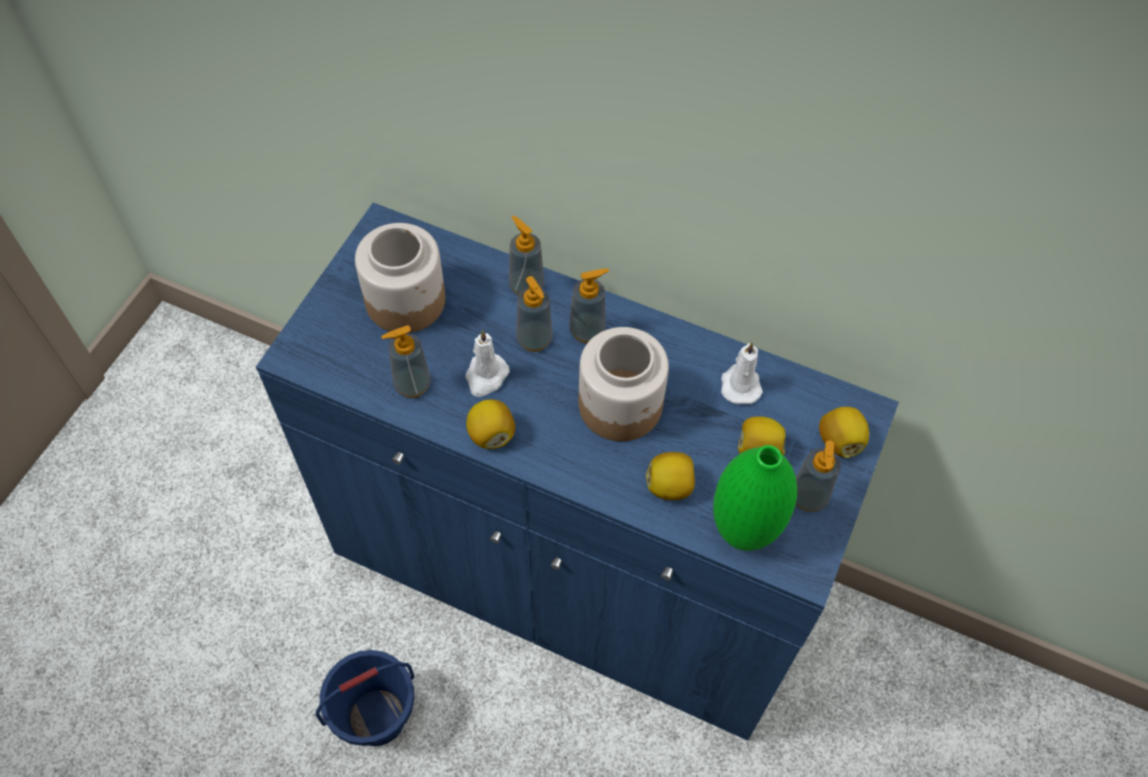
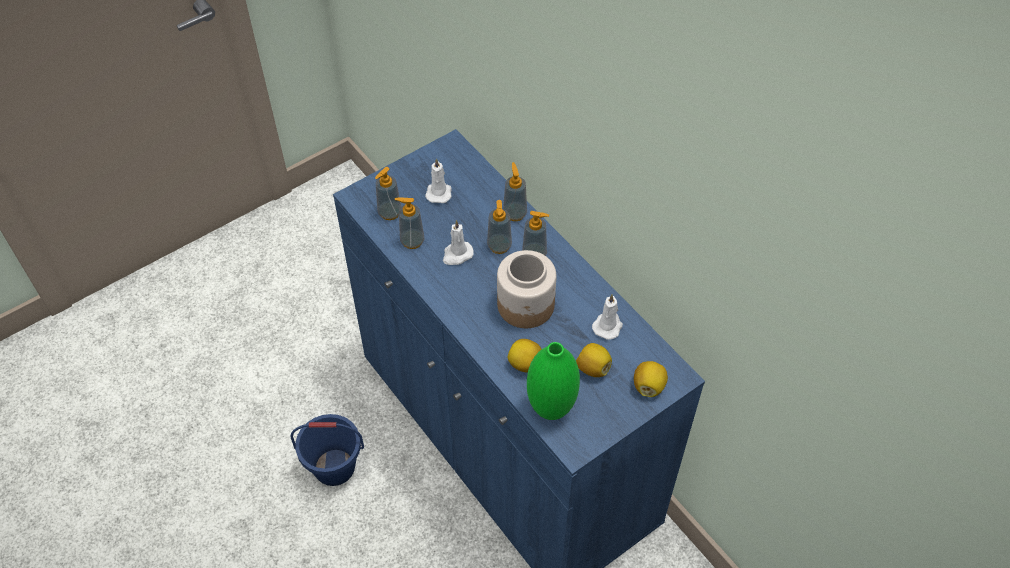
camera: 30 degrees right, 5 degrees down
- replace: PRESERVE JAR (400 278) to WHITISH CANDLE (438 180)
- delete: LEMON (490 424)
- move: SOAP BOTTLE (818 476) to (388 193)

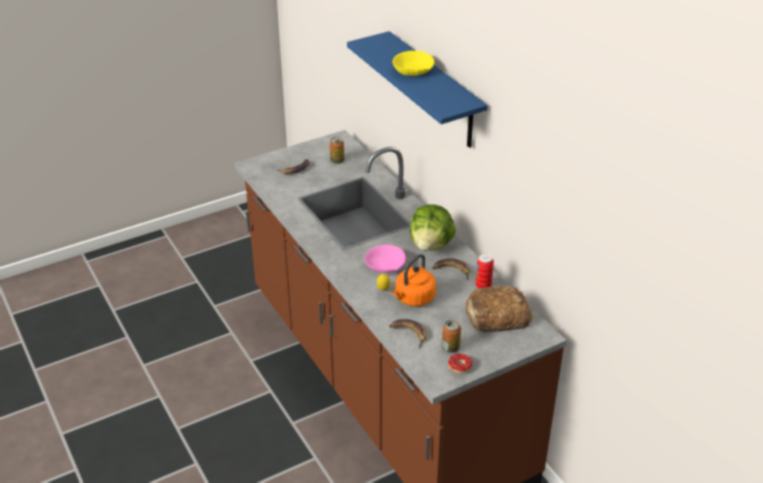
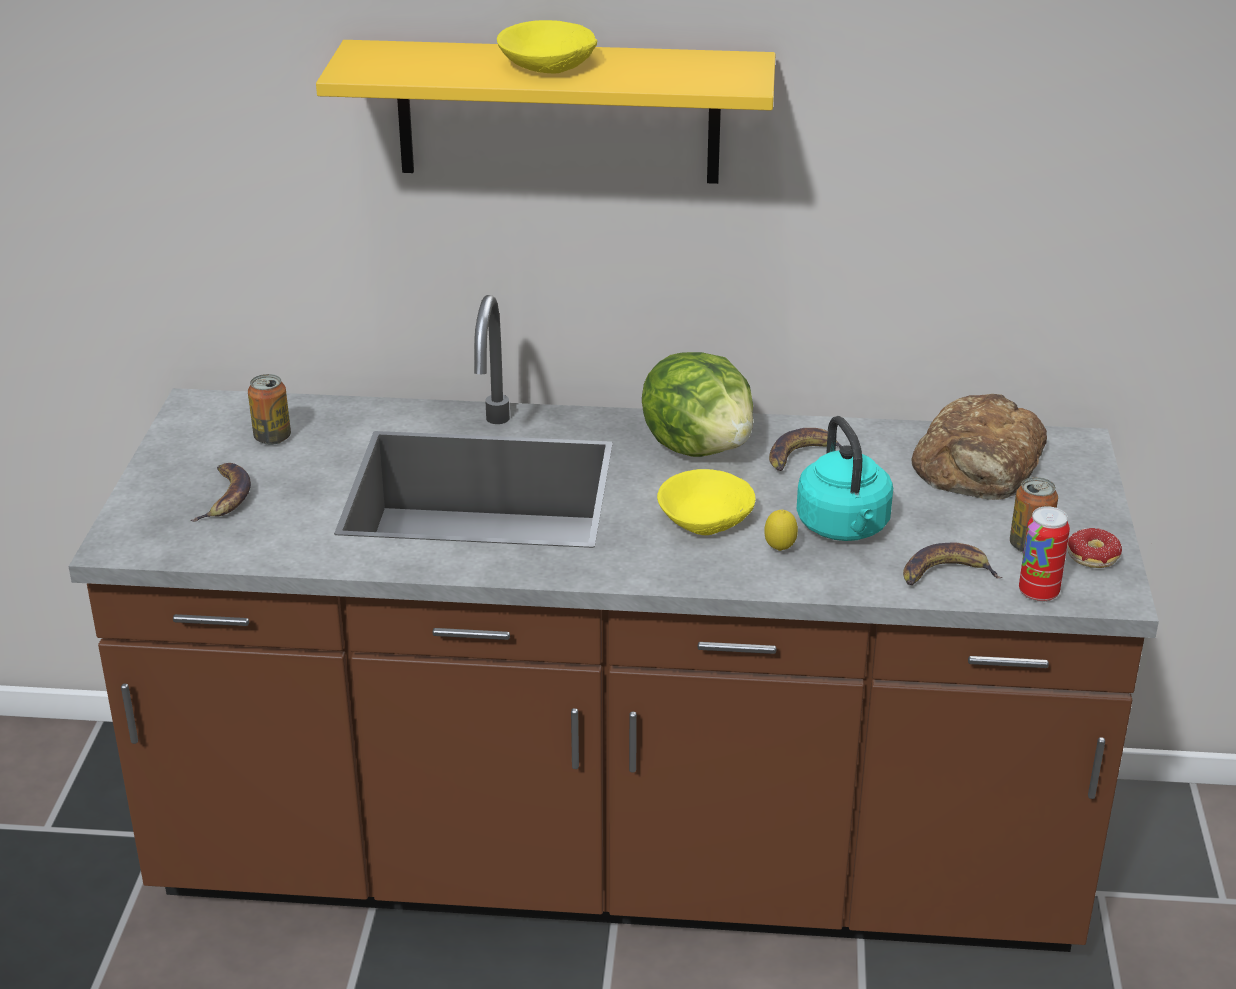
camera: 55 degrees left, 5 degrees down
- recolor: BLUE-COLOURED BRACKET SHELF (417 89) to YELLOW BRACKET SHELF (546 112)
- recolor: PINK BOWL (385 259) to YELLOW BOWL (706 502)
- move: METAL CAN (485 271) to (1044 554)
- recolor: ORANGE KETTLE (414 280) to TURQUOISE KETTLE (844 478)

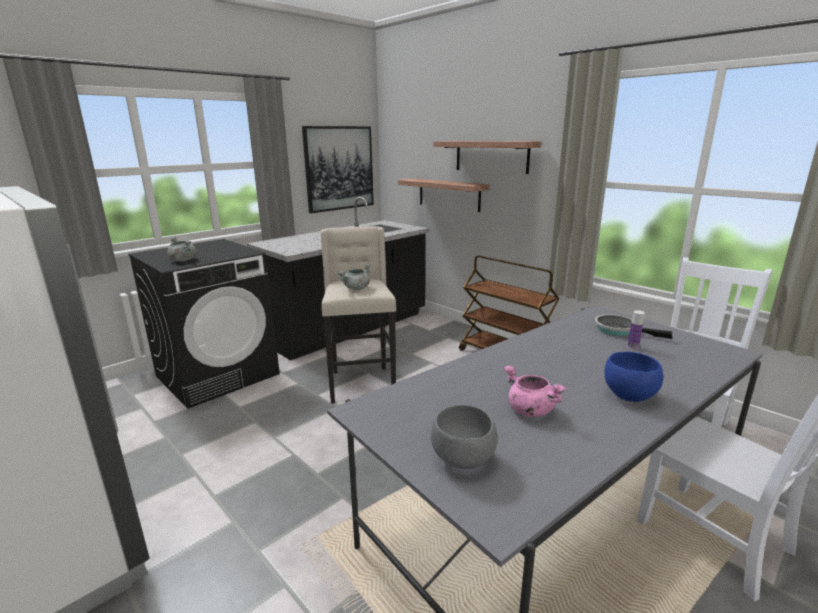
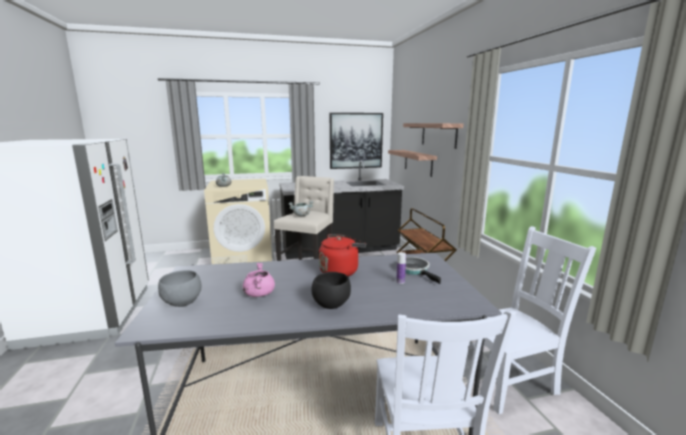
camera: 30 degrees right, 5 degrees down
- recolor: BLACK-COLOURED LAUNDRY APPLIANCE (204 324) to BEIGE LAUNDRY APPLIANCE (238 221)
- recolor: BLUE-COLOURED BOWL (633 377) to BLACK-COLOURED BOWL (331 290)
- insert: RED KETTLE (342 255)

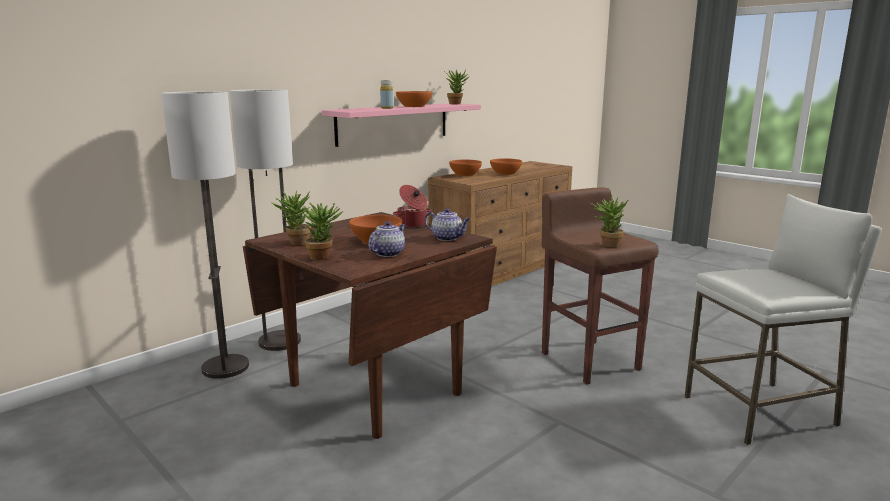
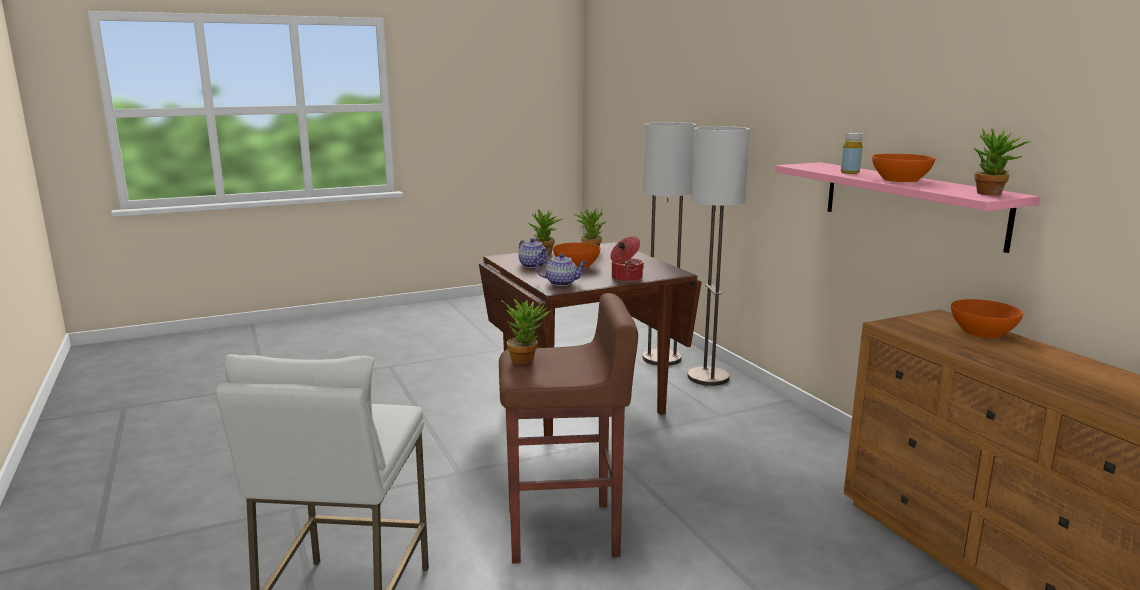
camera: 110 degrees right, 0 degrees up
- delete: ORANGE BOWL (506 166)
- rotate: TEAPOT (447 224) = (561 269) 135 degrees counterclockwise

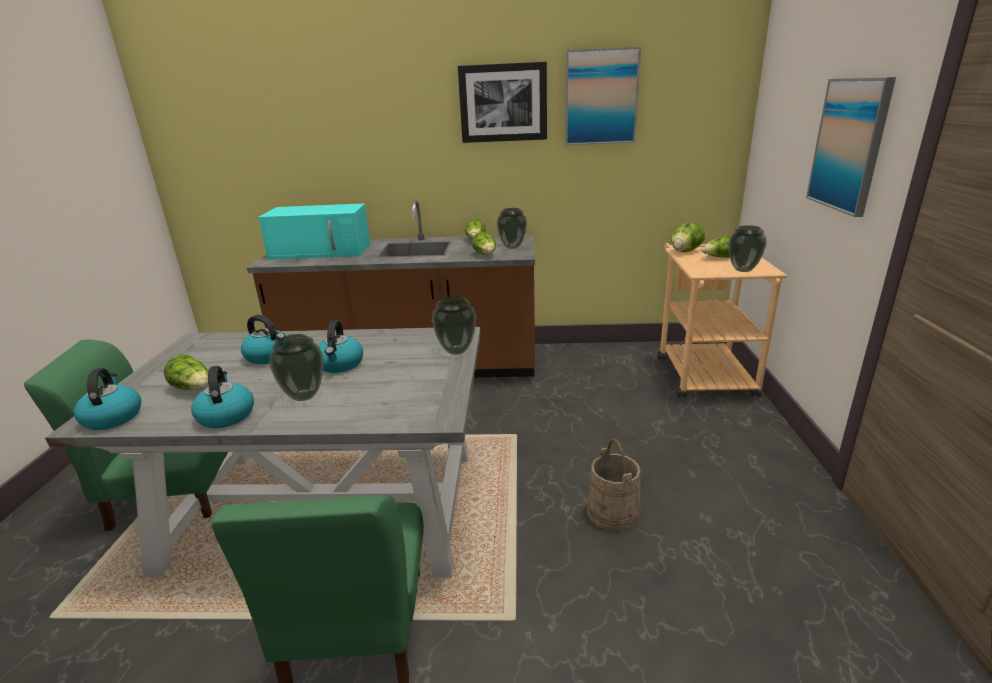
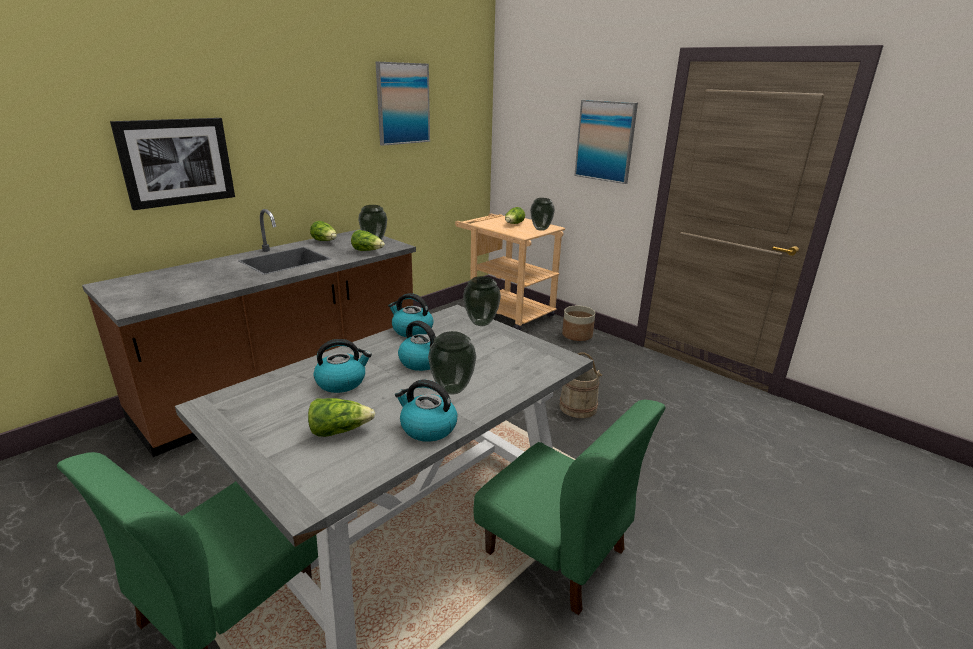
camera: 50 degrees left, 0 degrees up
- move: WALL ART (502 102) to (172 164)
- delete: TURQUOISE MICROWAVE (314 231)
- delete: LETTUCE HEAD (688 237)
- move: KETTLE (107 399) to (411 315)
- insert: FLOWER POT (578 323)

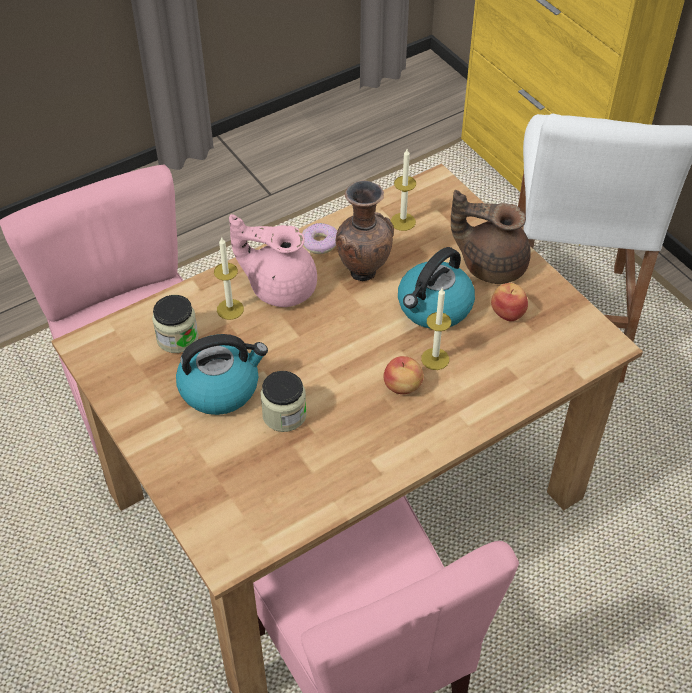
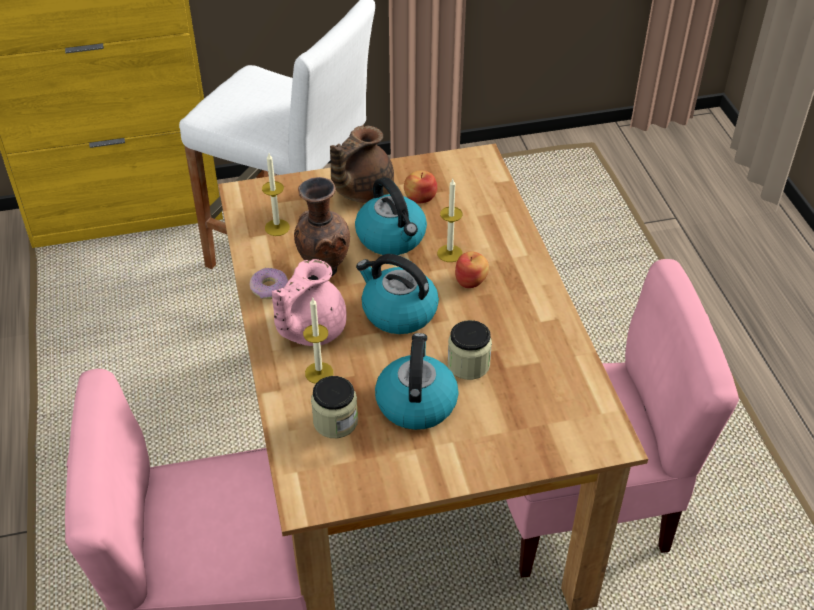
camera: 70 degrees left, 5 degrees down
- insert: KETTLE (397 294)

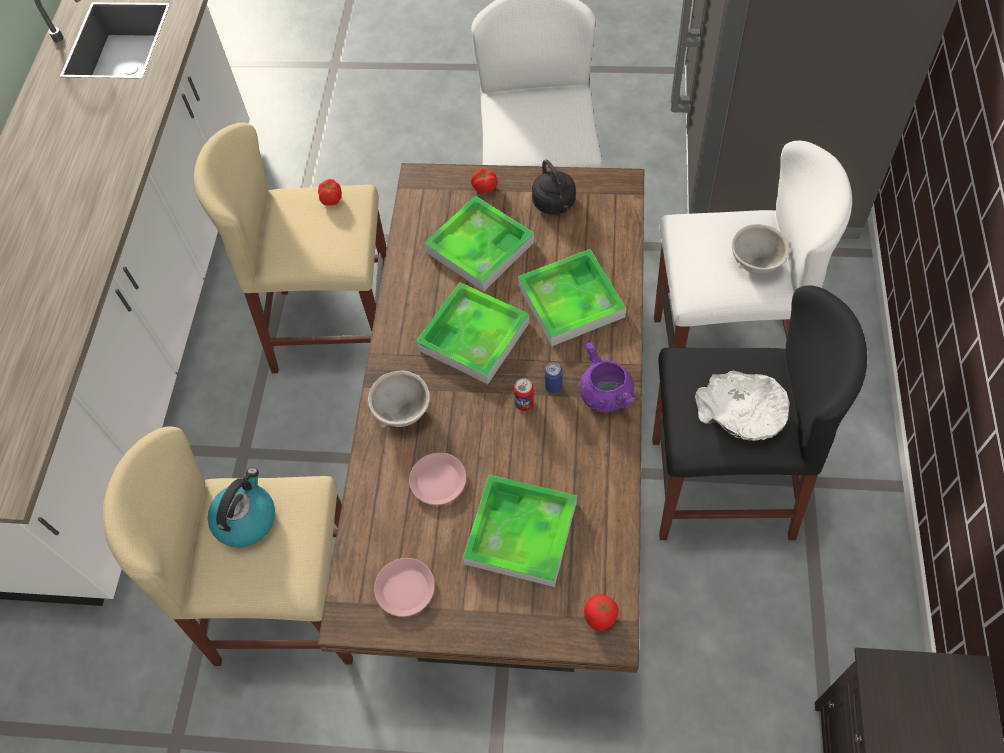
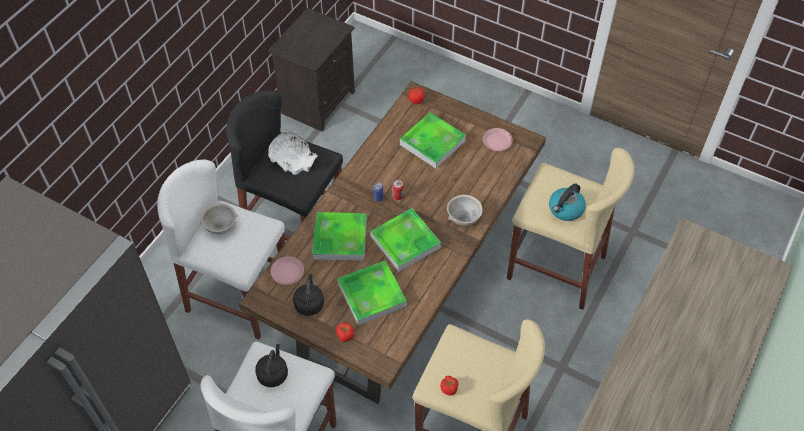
camera: 160 degrees left, 5 degrees down
- delete: PURPLISH SAUCEPOT (608 377)
- move: PINK FLAT DISH (437 479) to (287 270)
- insert: BLACK-COLOURED KETTLE (271 365)

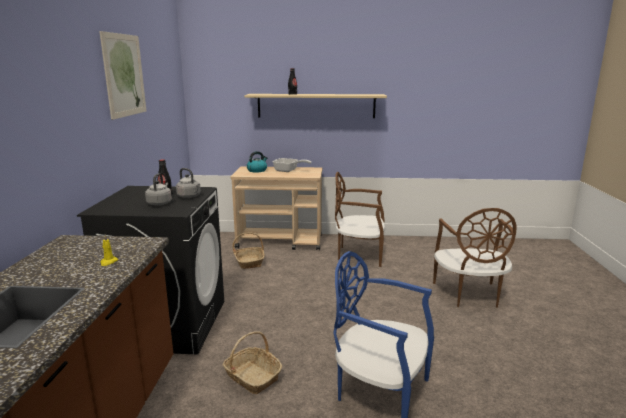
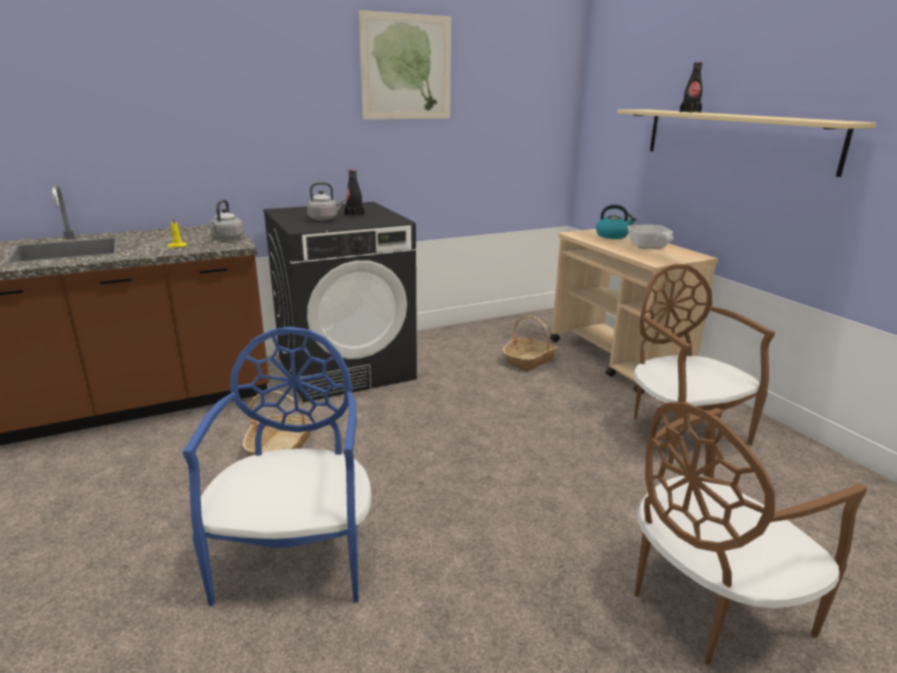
camera: 60 degrees right, 5 degrees up
- move: GRAY KETTLE (188 183) to (226 220)

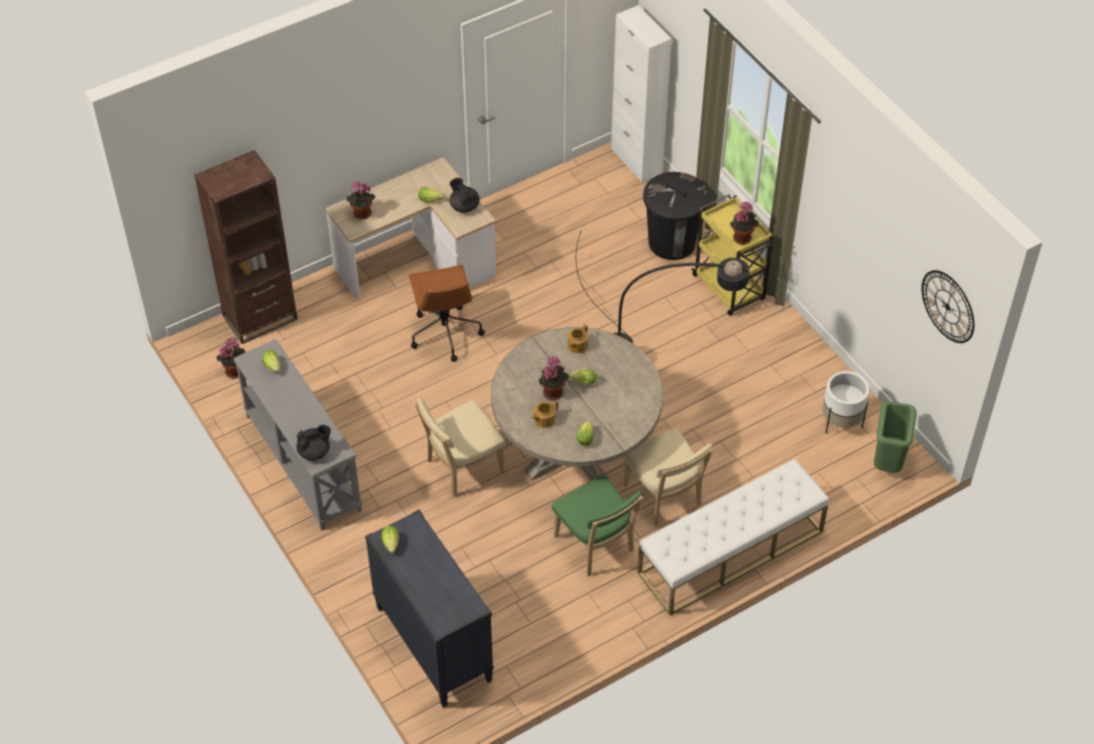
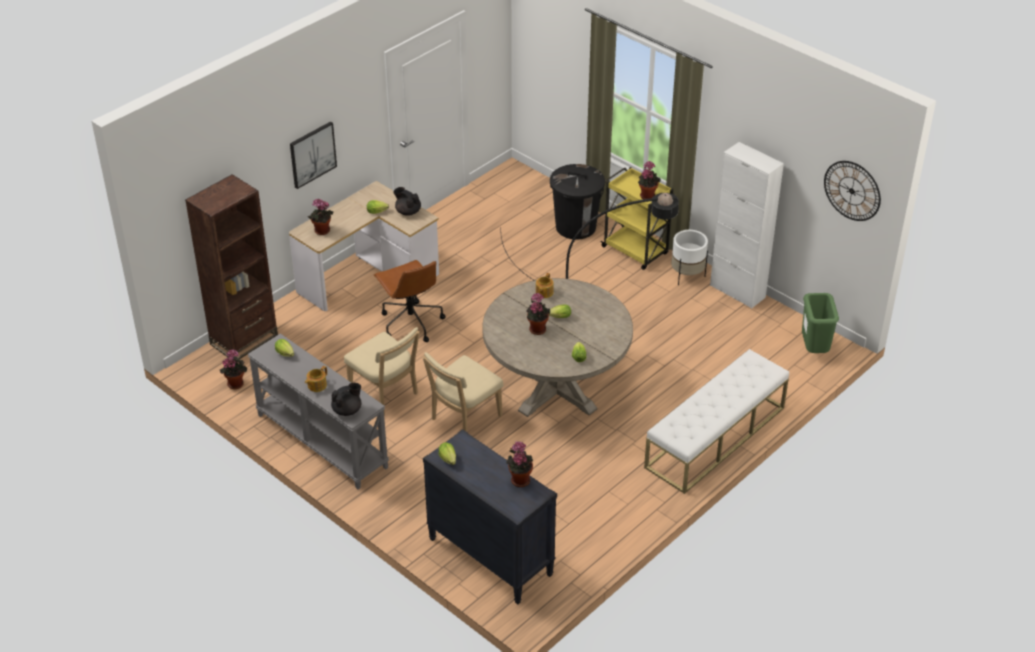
camera: 15 degrees left, 10 degrees down
- move: WHITISH STORAGE CABINET (641 94) to (747 225)
- move: WHITISH FLOWER POT (846 402) to (689 257)
- move: TEAPOT (544 414) to (316 379)
- move: BEIGE UPRIGHT CHAIR (668 477) to (382 371)
- delete: GREENISH UPRIGHT CHAIR (597 525)
- insert: WALL ART (313 155)
- insert: POTTED PLANT (519 464)

